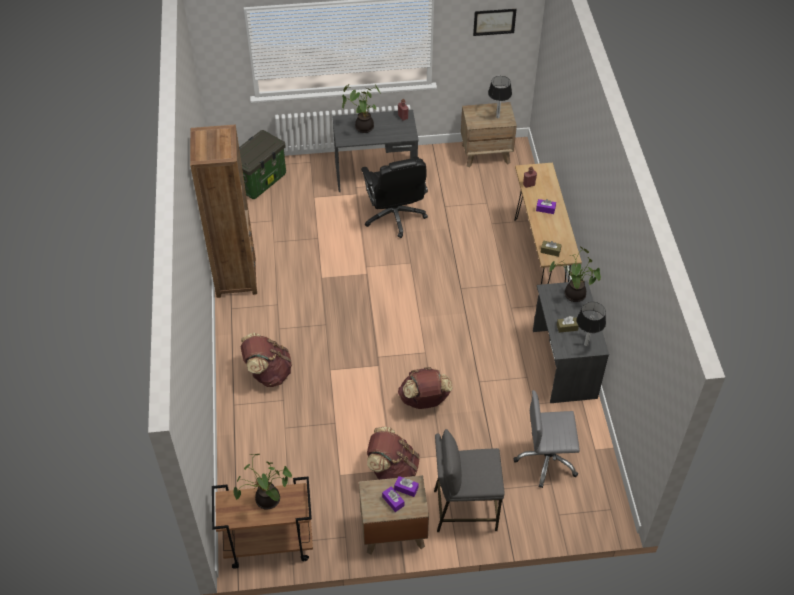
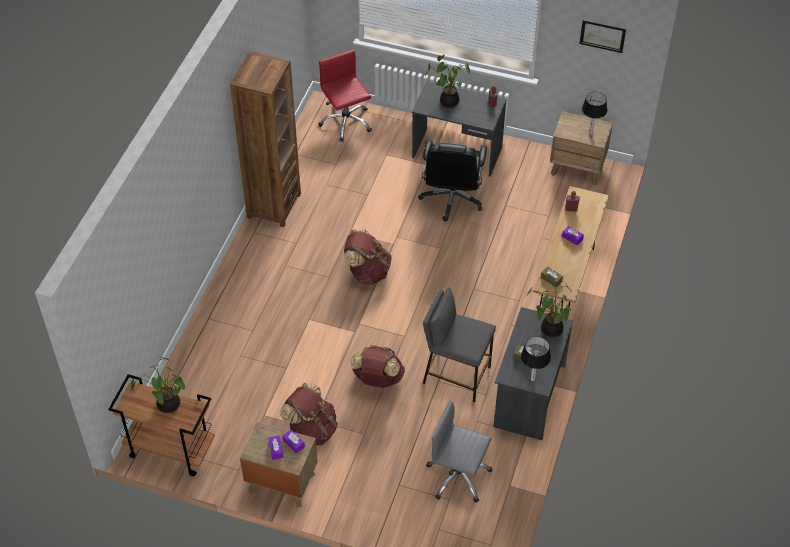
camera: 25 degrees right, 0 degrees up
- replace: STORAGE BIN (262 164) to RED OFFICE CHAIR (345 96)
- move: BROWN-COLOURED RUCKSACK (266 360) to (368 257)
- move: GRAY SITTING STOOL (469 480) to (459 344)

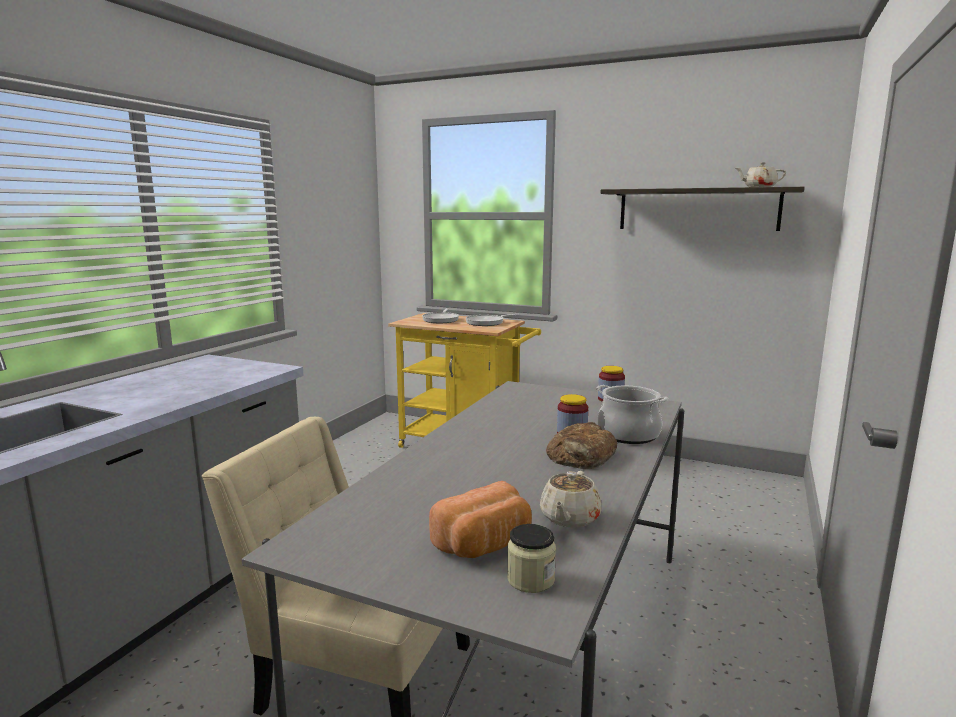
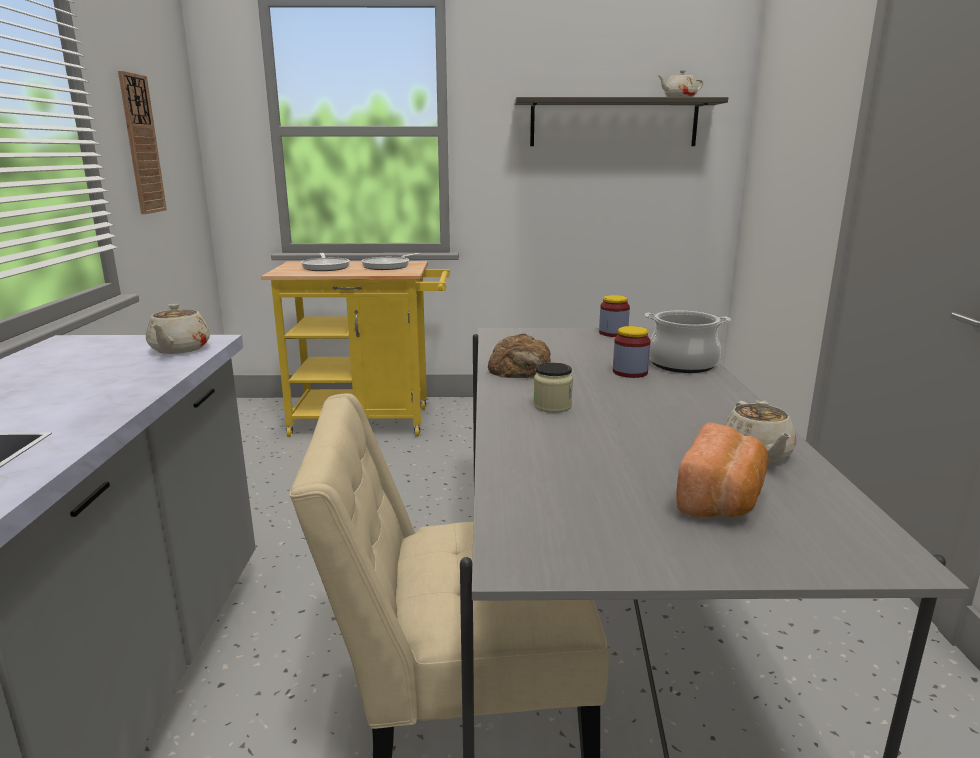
camera: 25 degrees left, 5 degrees up
- move: BAKED BREAD (581 445) to (519 356)
- move: PRESERVE JAR (531 558) to (553 387)
- insert: HANGING CLOCK (142 142)
- insert: BEIGE TEAPOT (178 329)

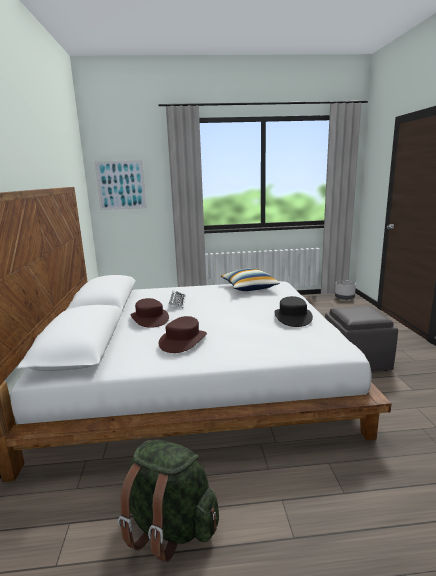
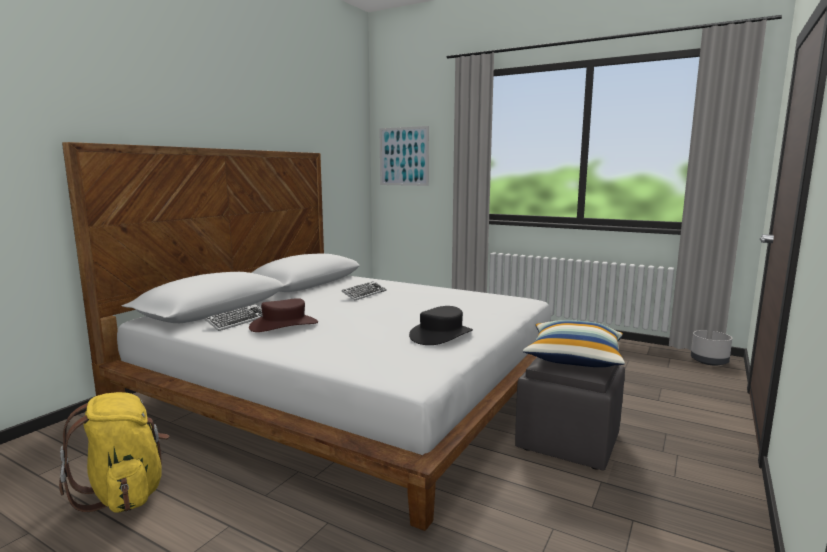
camera: 35 degrees right, 5 degrees down
- move: CUSHION (250 279) to (574 343)
- delete: BROWN-COLOURED WEARABLE HAT (149 313)
- recolor: GREENISH RUCKSACK (168 501) to YELLOW RUCKSACK (114 452)
- insert: KEYBOARD (234 317)

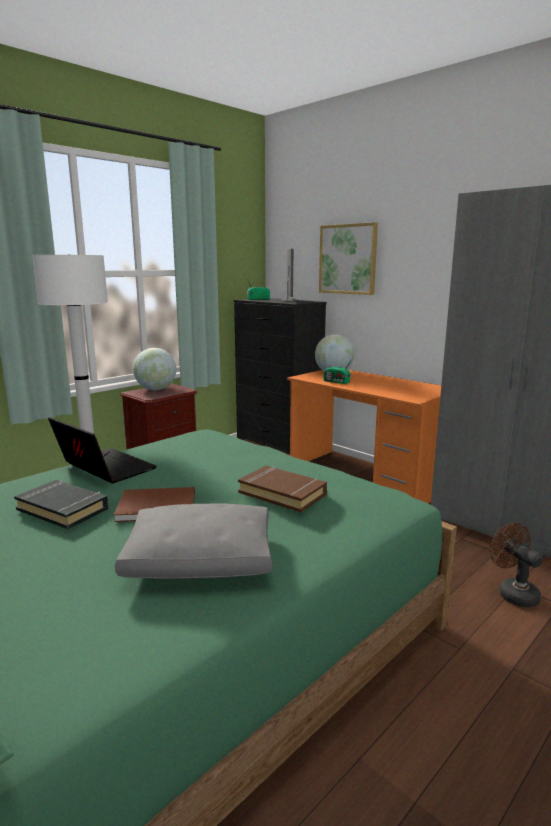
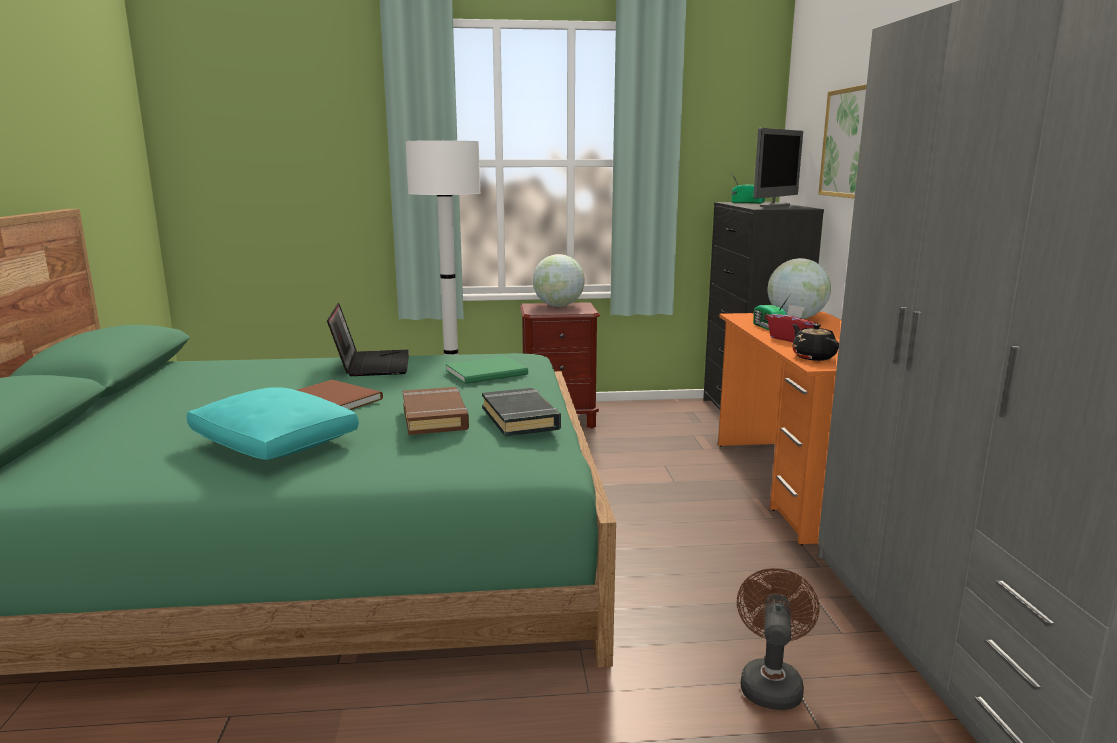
camera: 40 degrees right, 0 degrees up
- move: BLACK-COLOURED BOOK (61 504) to (521 412)
- recolor: GRAY CUSHION (193 541) to TURQUOISE CUSHION (273 423)
- insert: RED TISSUE BOX (792 323)
- insert: BLACK-COLOURED TEAPOT (815 342)
- insert: GREENISH BOOK (487 370)

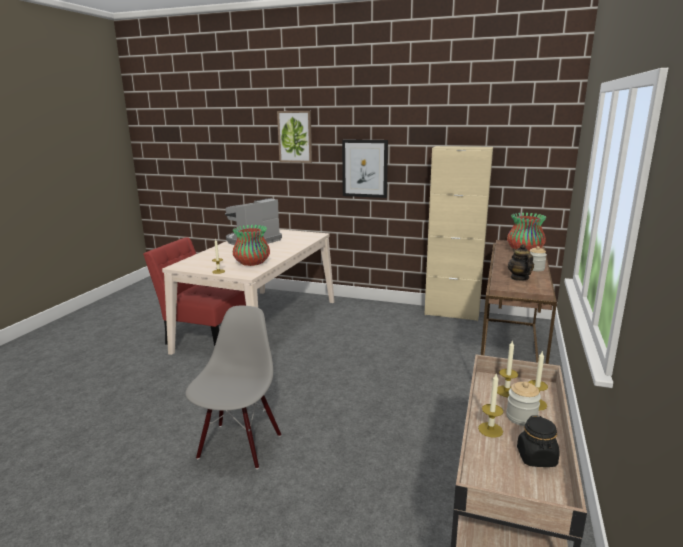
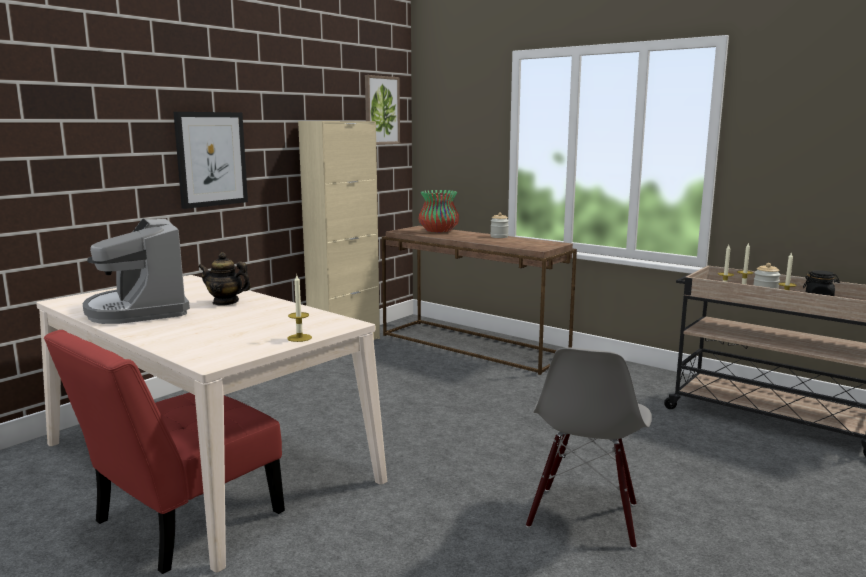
camera: 70 degrees left, 5 degrees down
- move: WALL ART (294 137) to (382 110)
- delete: DECORATIVE VASE (251 245)
- move: TEAPOT (521 262) to (224 278)
- rotate: GRAY UPRIGHT CHAIR (233 387) = (589 448) 105 degrees counterclockwise

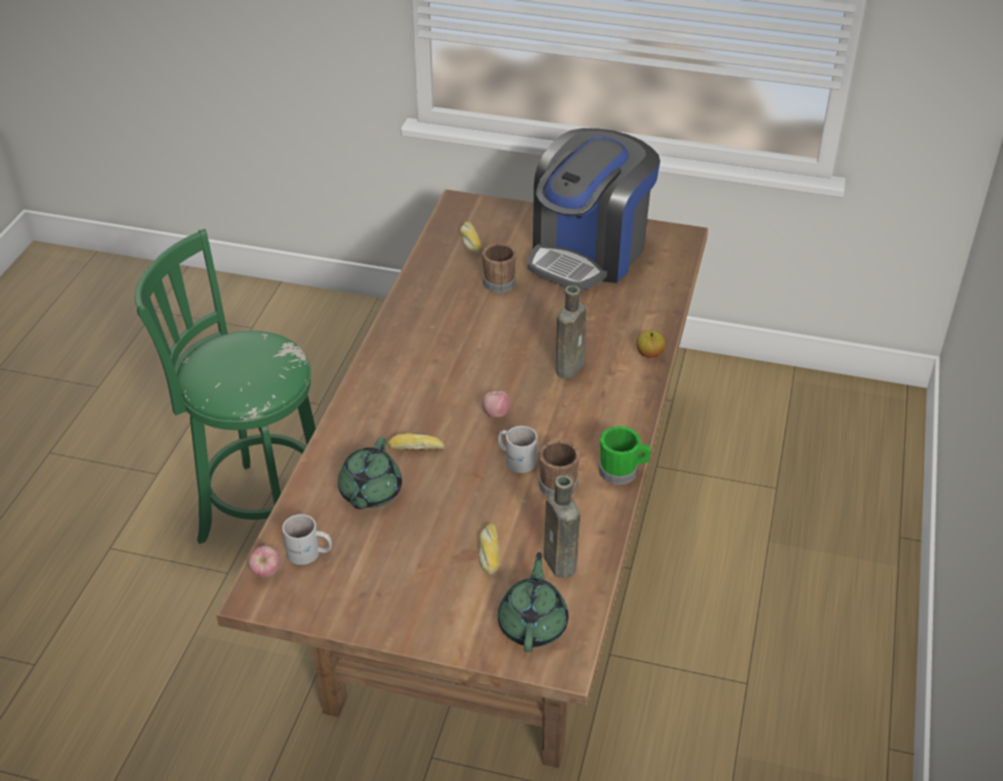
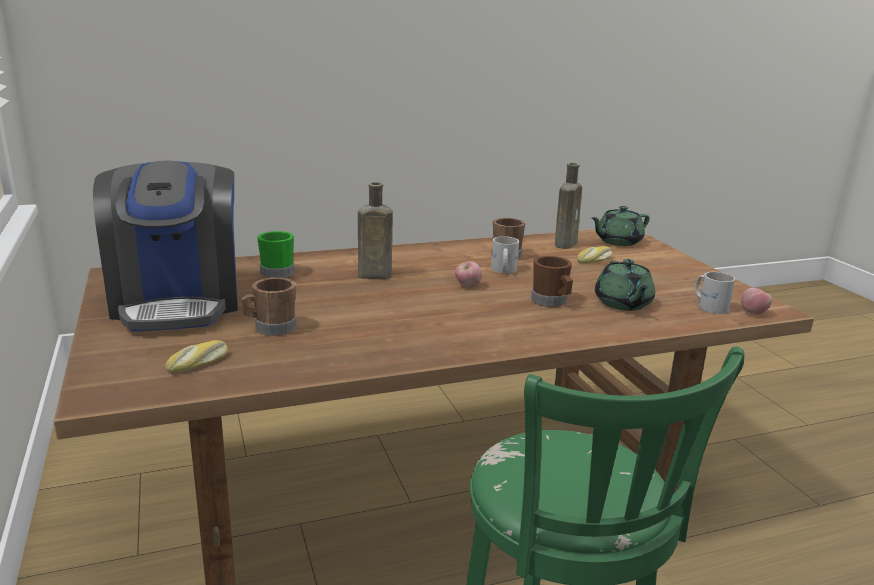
camera: 125 degrees left, 20 degrees down
- rotate: COFFEE MAKER (594 209) = (165 246) 75 degrees clockwise
- delete: APPLE (650 344)
- move: GREENISH MUG (625 455) to (275 254)
- replace: BAKED BREAD (416 441) to BROWN-COLOURED MUG (552 281)
- rotate: GREENISH TEAPOT (370 473) = (625 285) 105 degrees clockwise

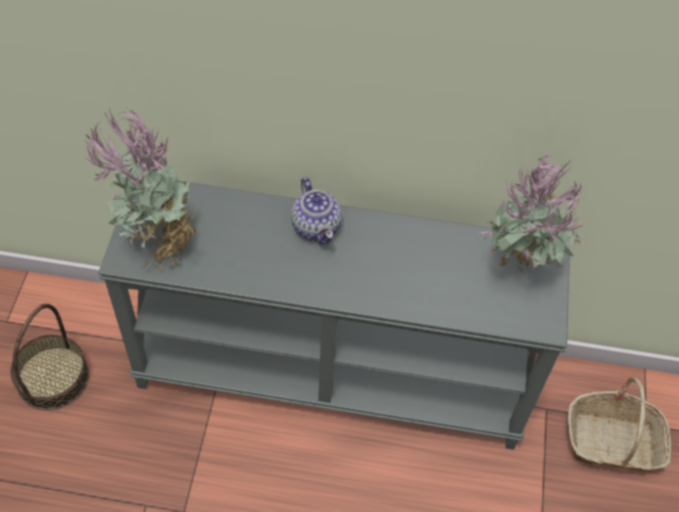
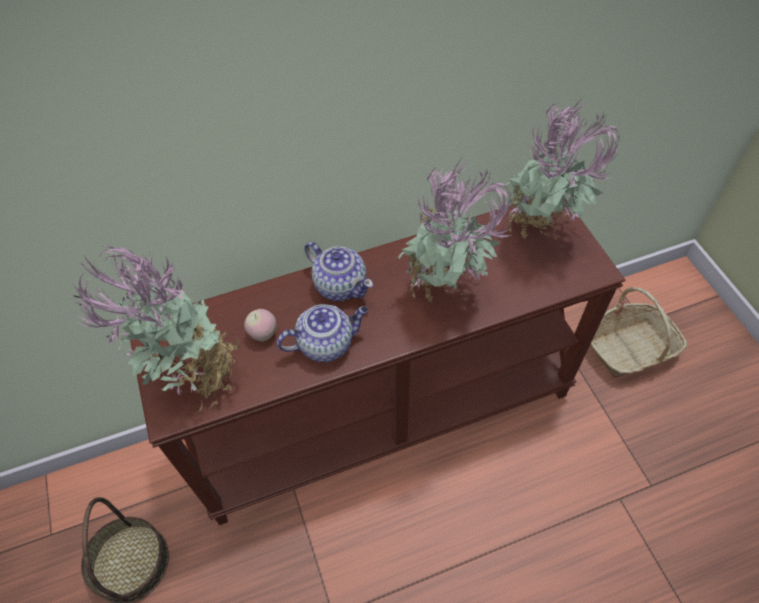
camera: 25 degrees left, 0 degrees up
- recolor: GRAY HALL TABLE (334 315) to BROWN-COLOURED HALL TABLE (378 361)
- insert: POTTED PLANT (455 229)
- insert: TEAPOT (322 333)
- insert: APPLE (260 325)

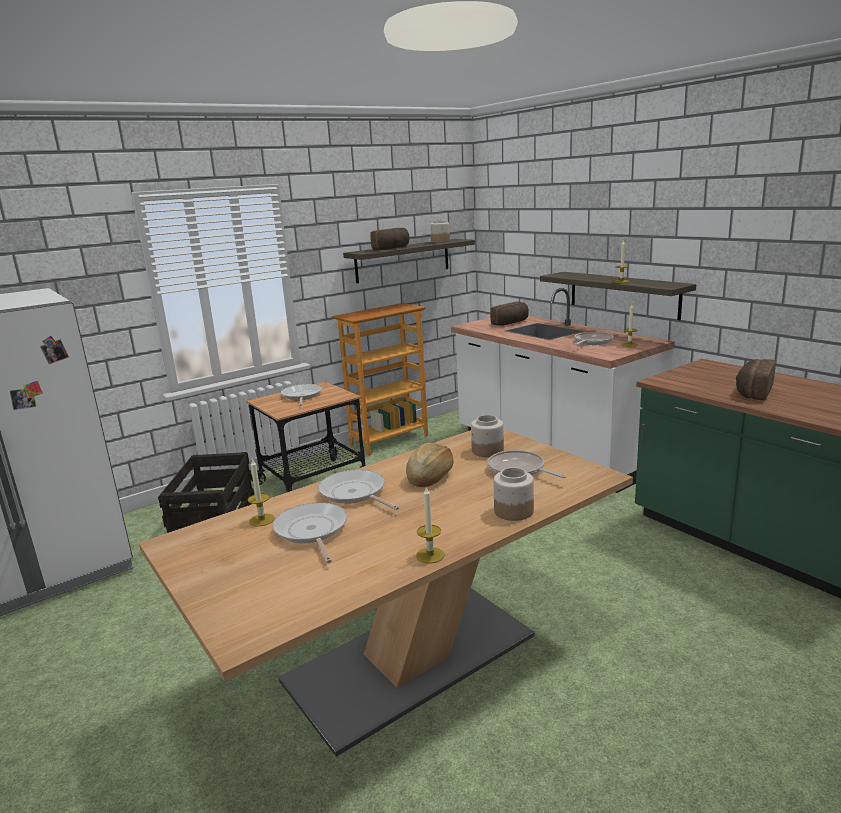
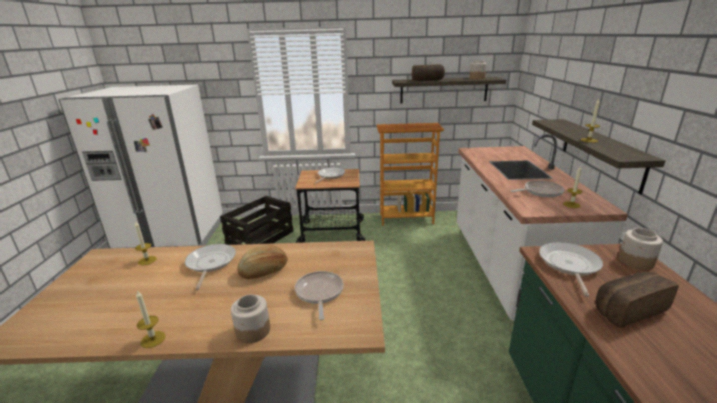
camera: 35 degrees right, 5 degrees up
- delete: BAKED BREAD (509 313)
- move: PRESERVE JAR (487 436) to (640 249)
- move: PAN (310 532) to (571 269)

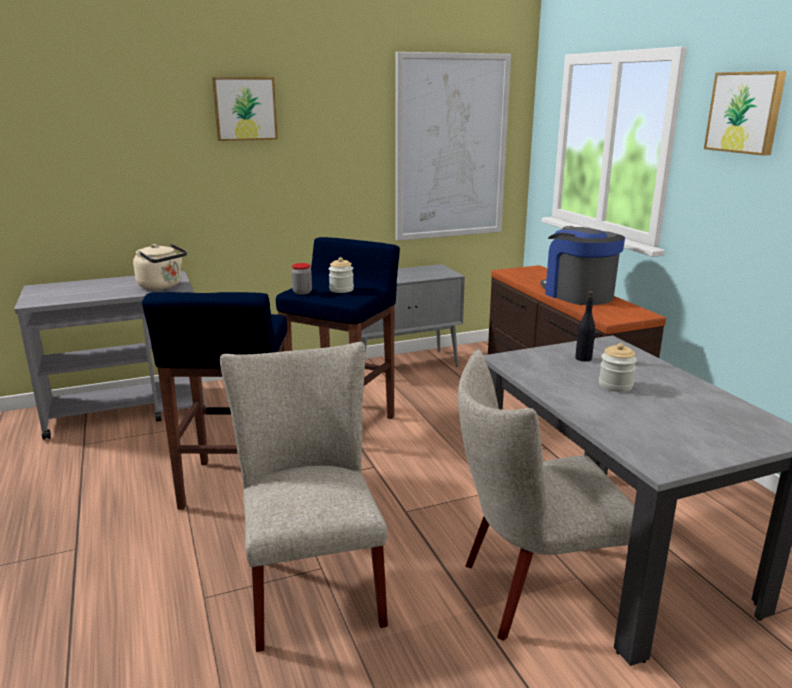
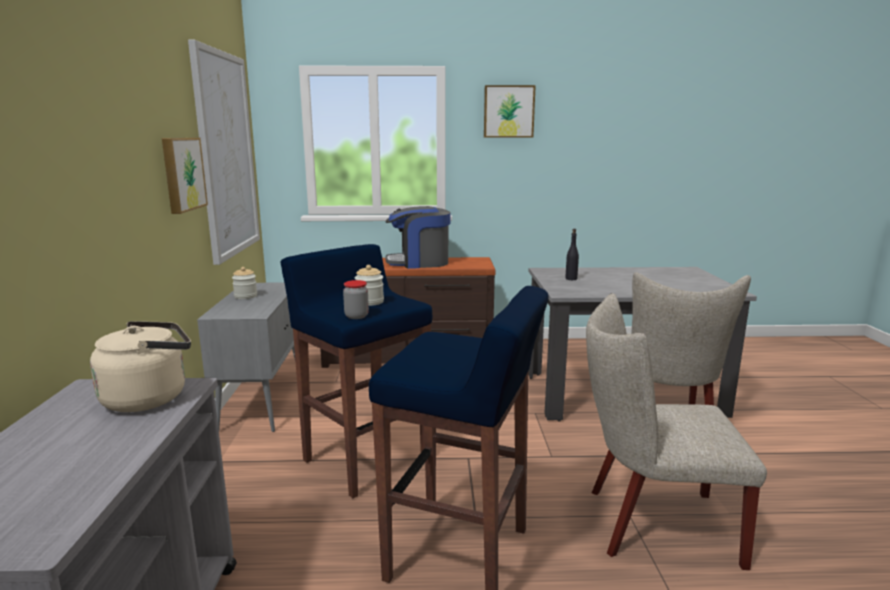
camera: 70 degrees left, 5 degrees down
- move: WALL ART (245 109) to (185 176)
- move: PRESERVE JAR (618 367) to (244 283)

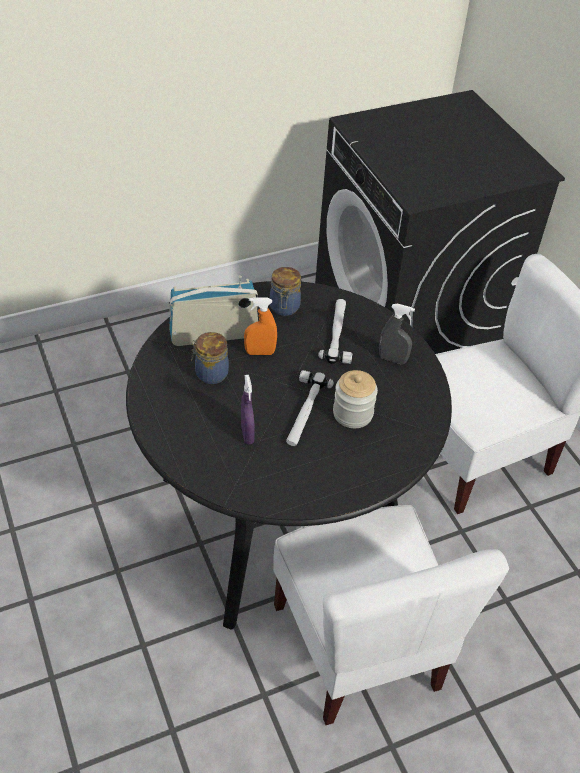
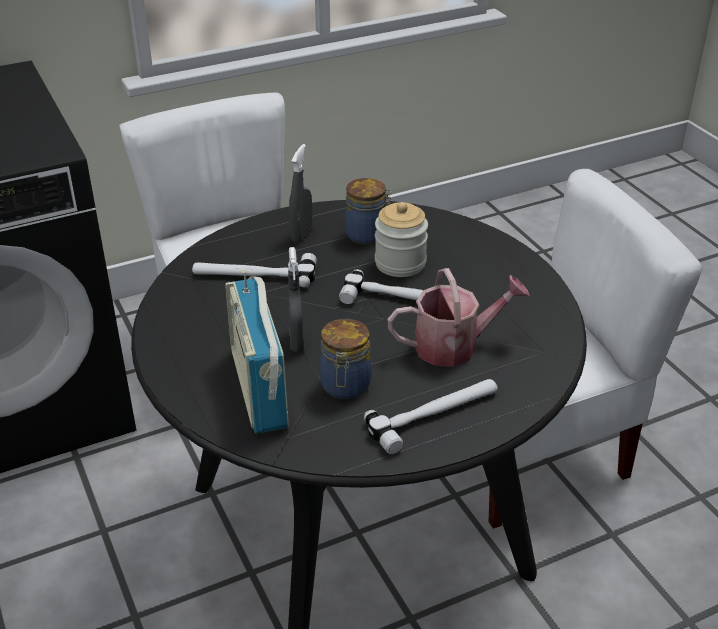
camera: 90 degrees left, 10 degrees down
- move: PRESERVE JAR (285 291) to (368 211)
- recolor: ORANGE SPRAY BOTTLE (260 326) to GRAY SPRAY BOTTLE (296 299)
- replace: PURPLISH SPRAY BOTTLE (248 409) to WATERING CAN (459 317)
- insert: HAMMER (431 416)

